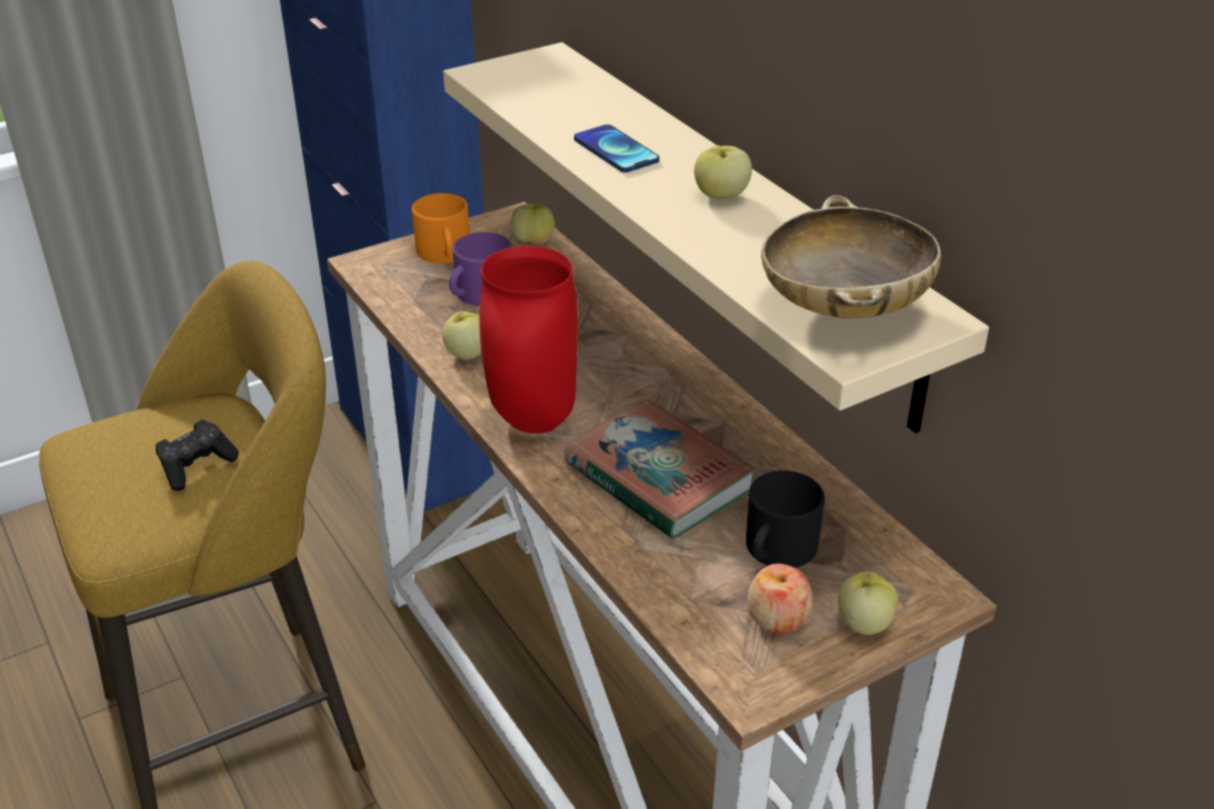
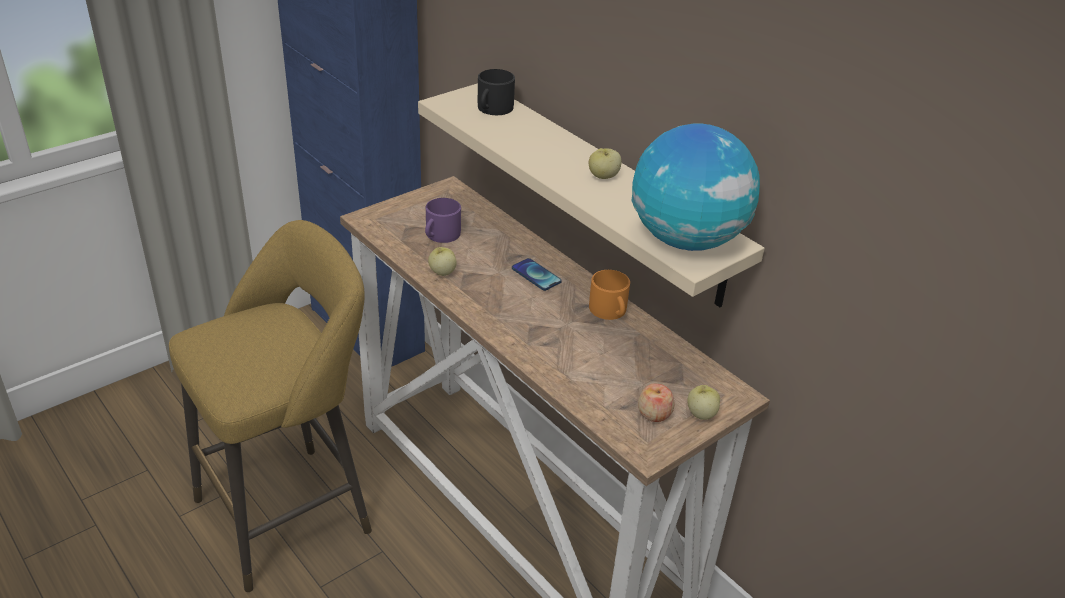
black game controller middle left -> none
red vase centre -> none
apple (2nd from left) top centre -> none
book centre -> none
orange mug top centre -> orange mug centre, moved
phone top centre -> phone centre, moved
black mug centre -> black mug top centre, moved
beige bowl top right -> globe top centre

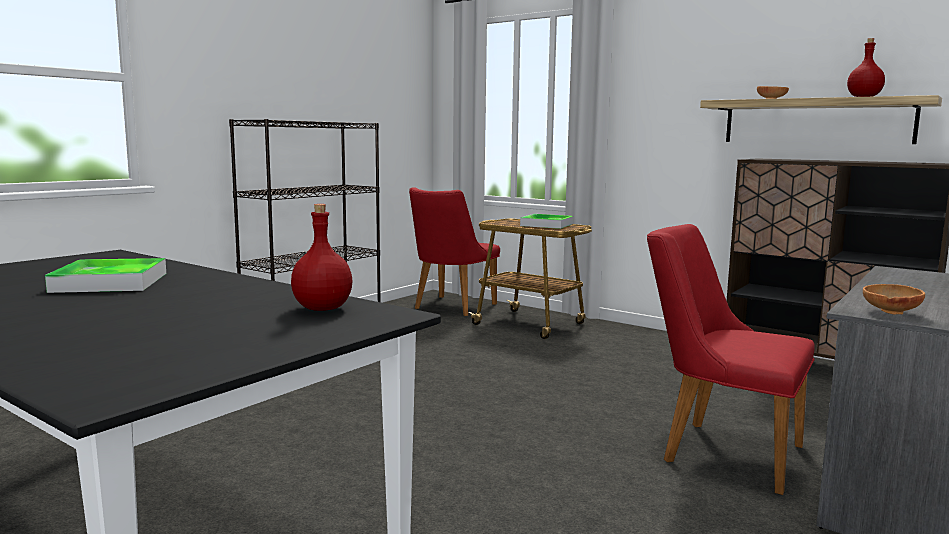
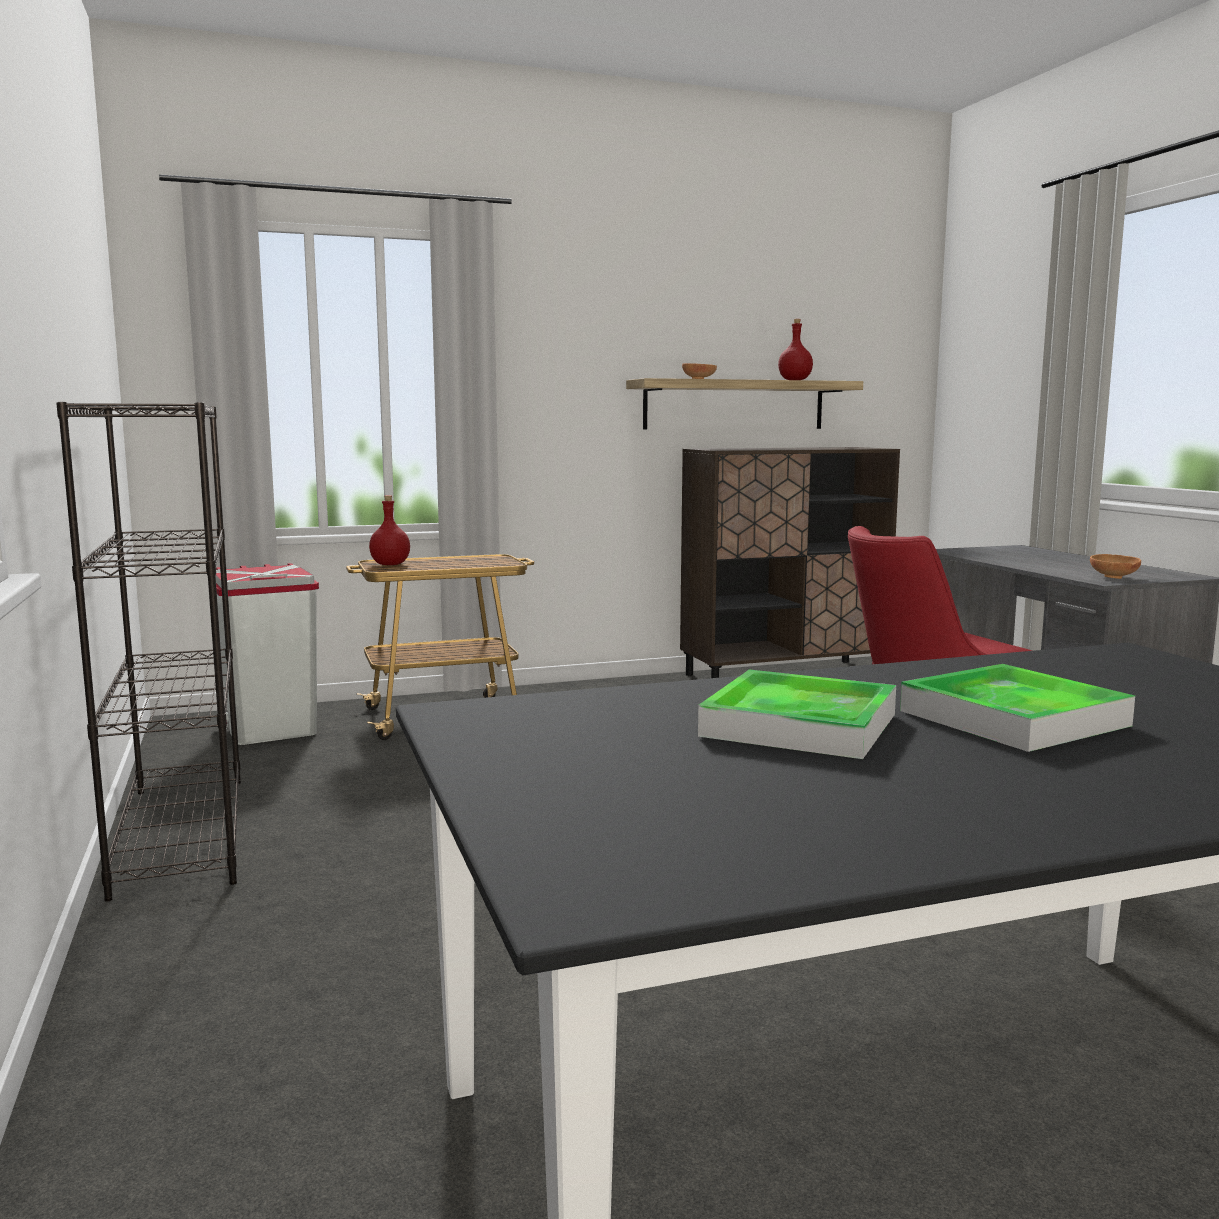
red bottle (1st from left) centre -> red bottle (1st from left) middle left, moved
tray (2nd from left) centre -> tray (2nd from left) middle right, moved
red chair (1st from left) centre -> white trash can middle left

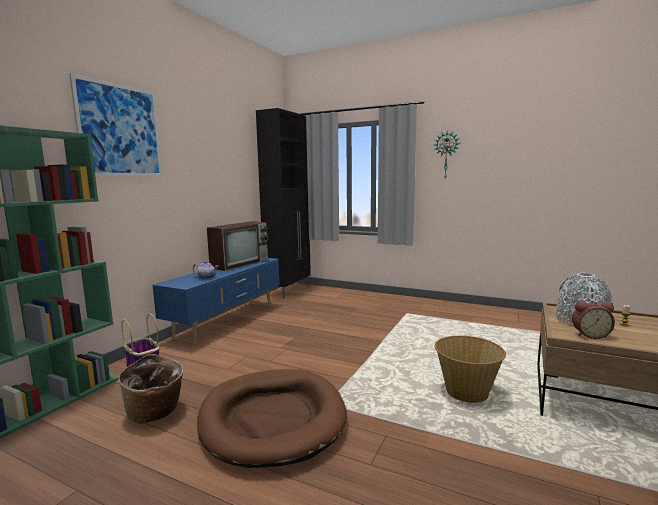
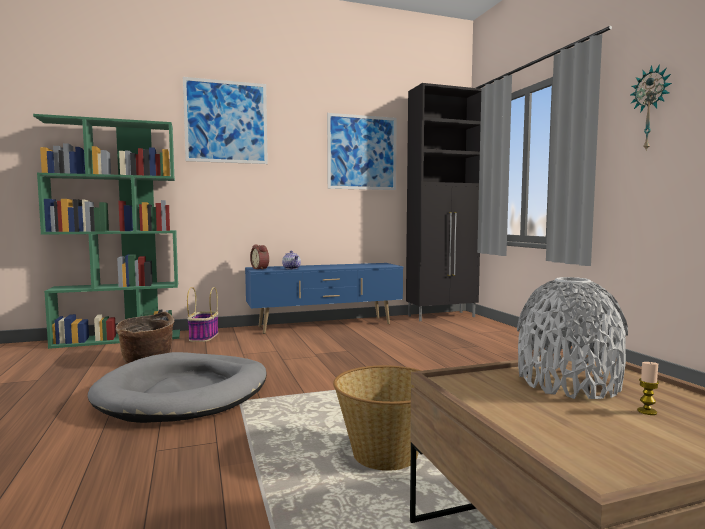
television centre -> none
none -> picture (2nd from left) top centre
alarm clock middle right -> alarm clock centre, moved
brown dog bed bottom centre -> grey dog bed bottom left

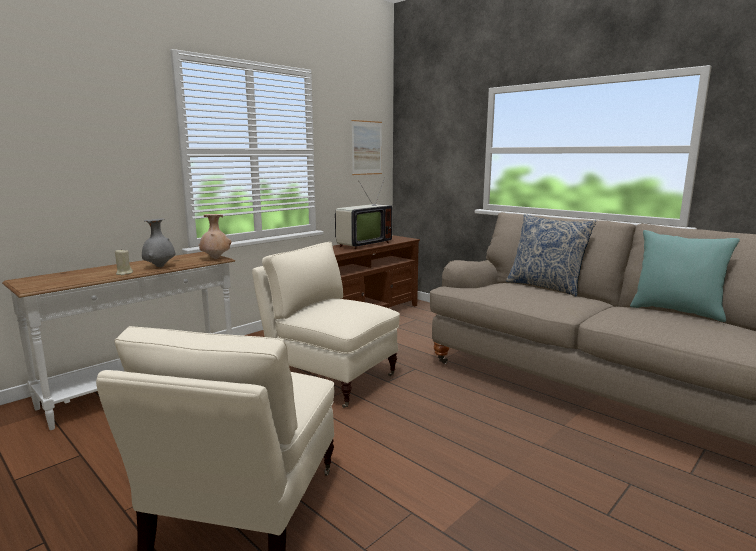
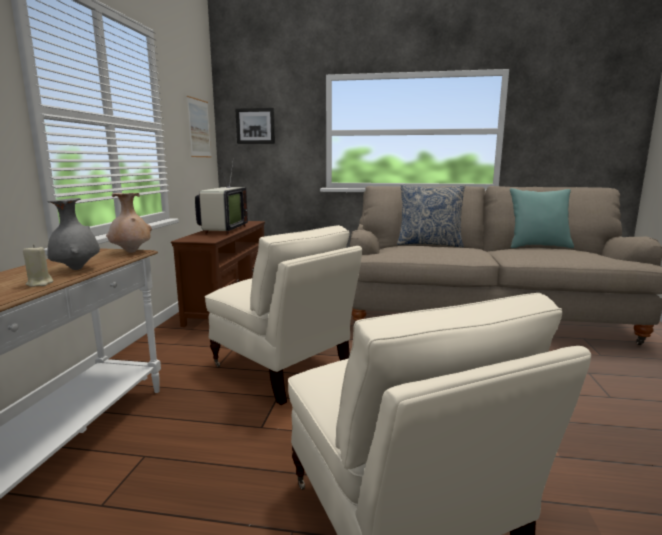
none -> picture (2nd from left) top centre
beige armchair (2nd from left in the first image) centre -> beige armchair (1st from left) centre, 135 degrees counterclockwise

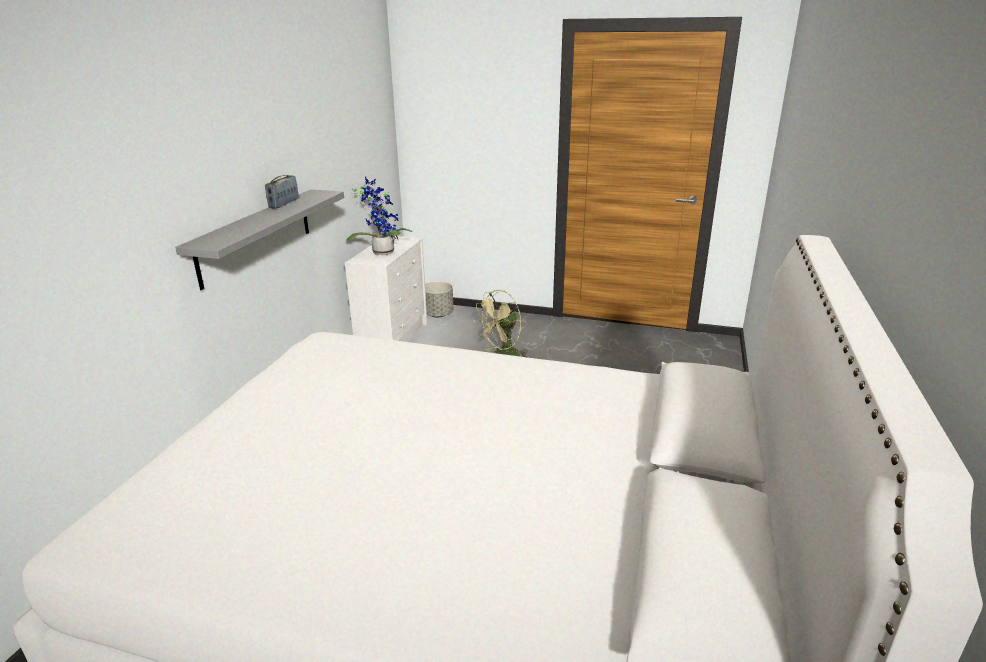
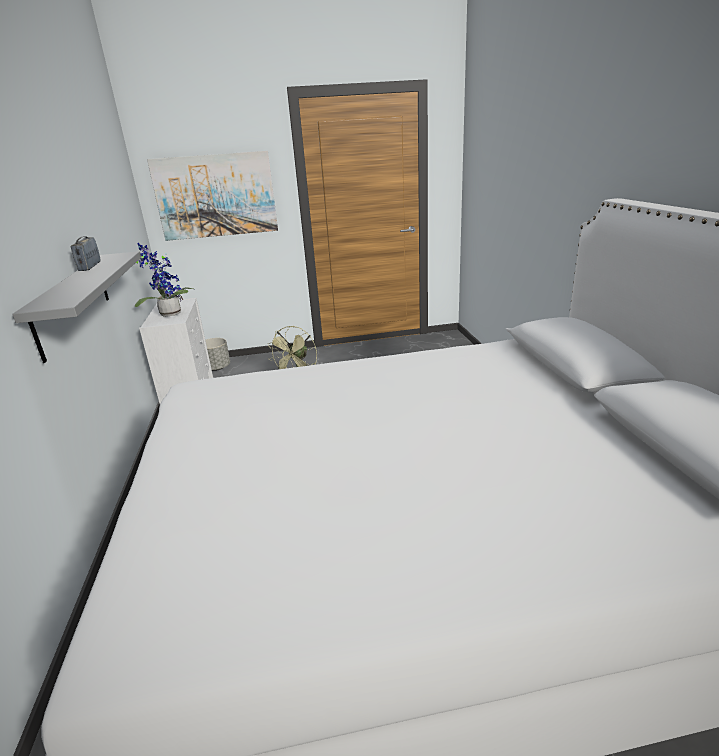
none -> picture top left

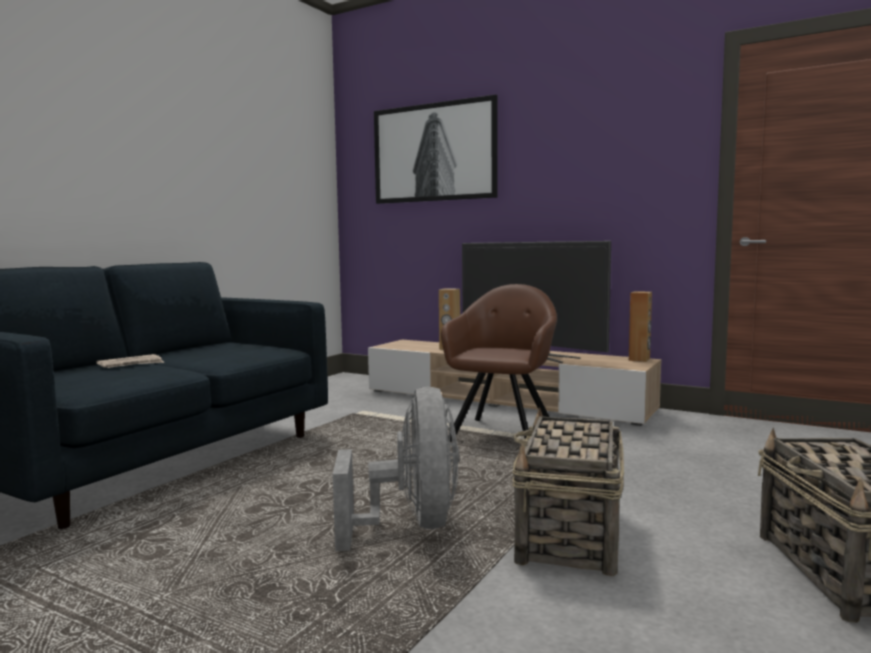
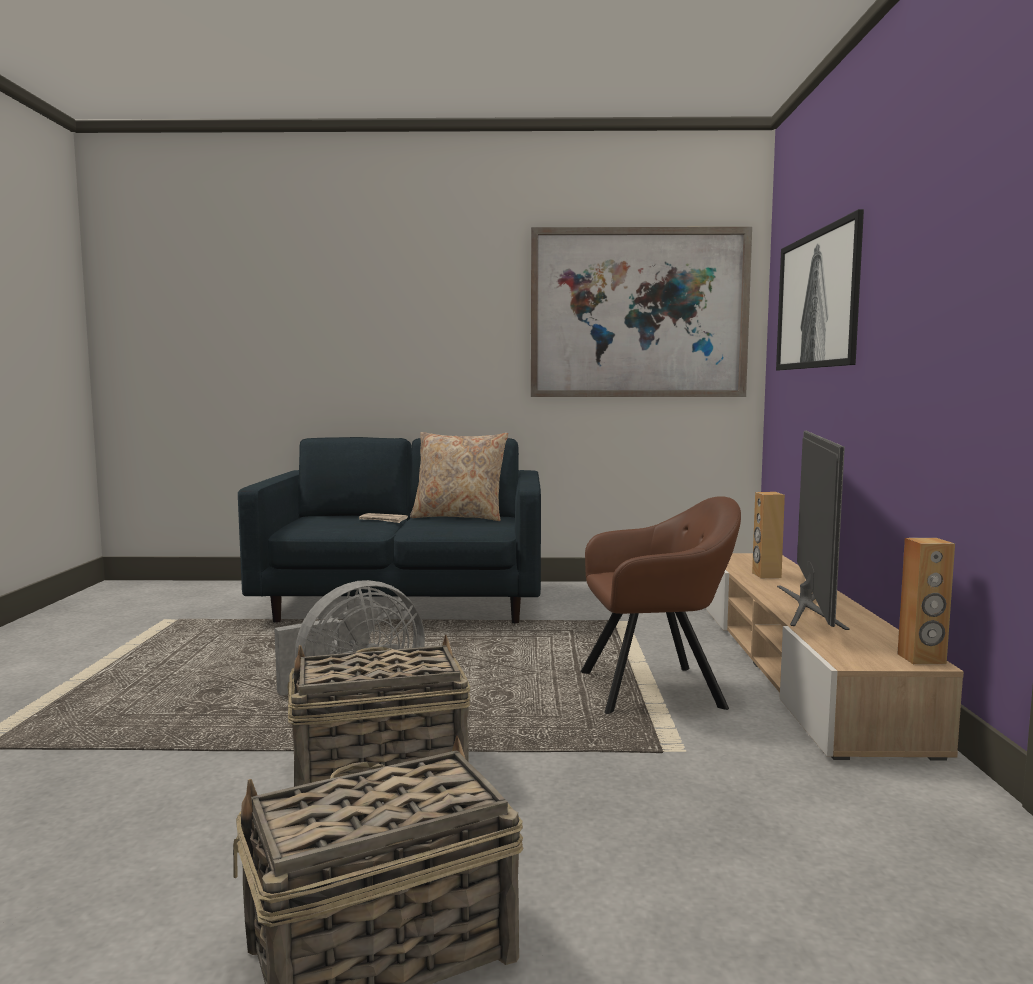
none -> beige pillow centre
none -> picture (1st from left) top centre

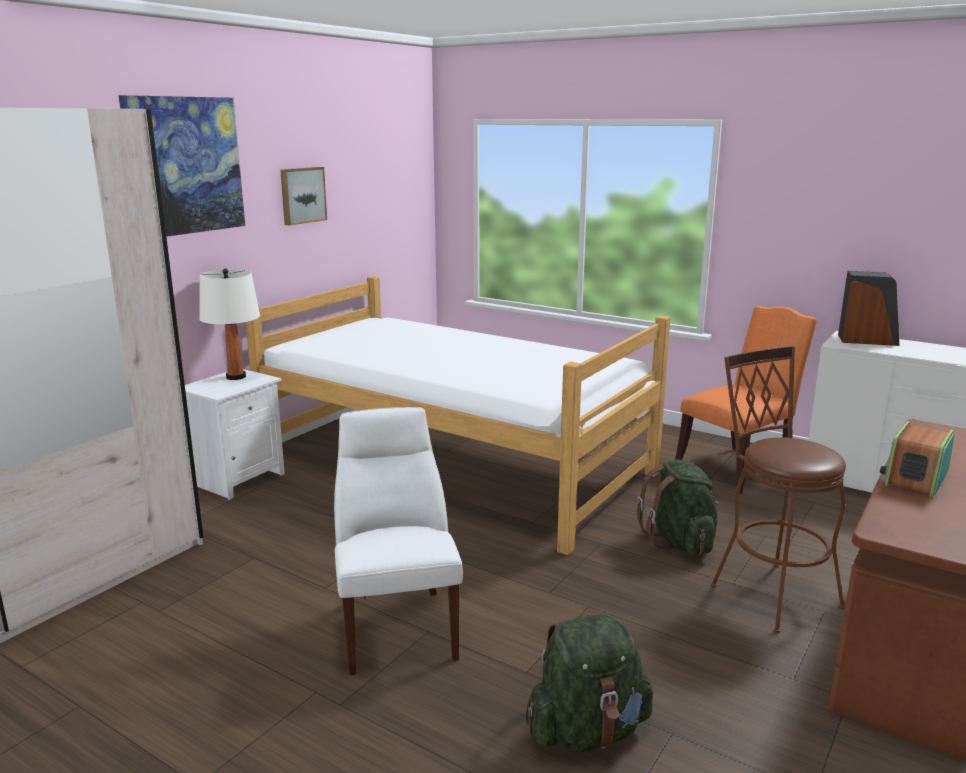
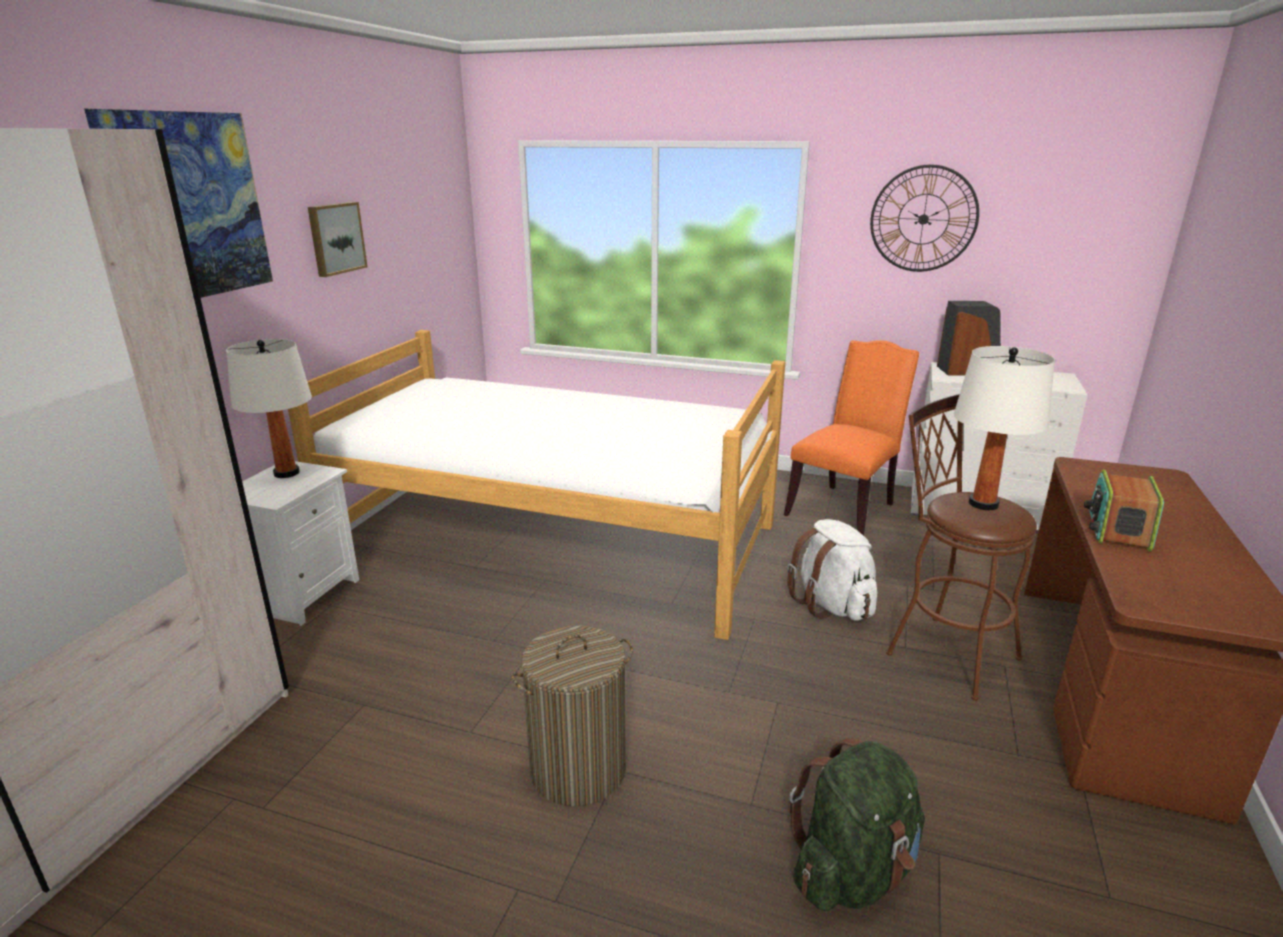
none -> wall clock top right
none -> white table lamp (2nd from left) middle right
white chair bottom centre -> laundry basket bottom centre
green backpack (2nd from left) middle right -> white backpack centre

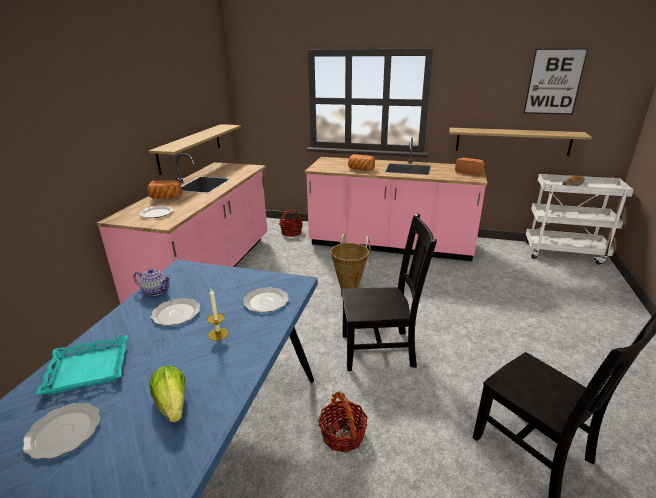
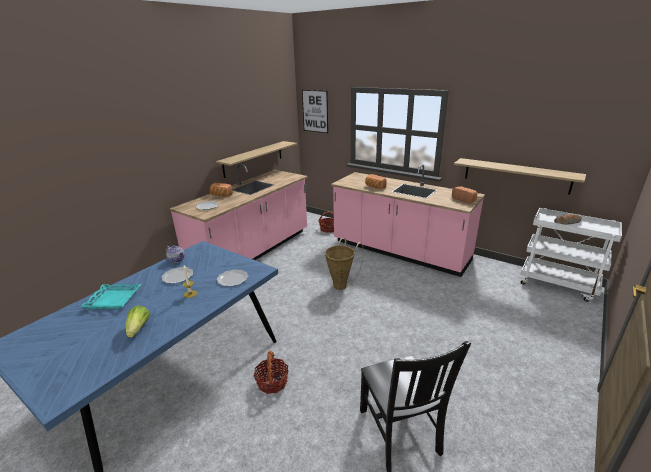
plate (1st from left) bottom left -> none
black chair (1st from left) centre -> none
picture top right -> picture top centre, moved

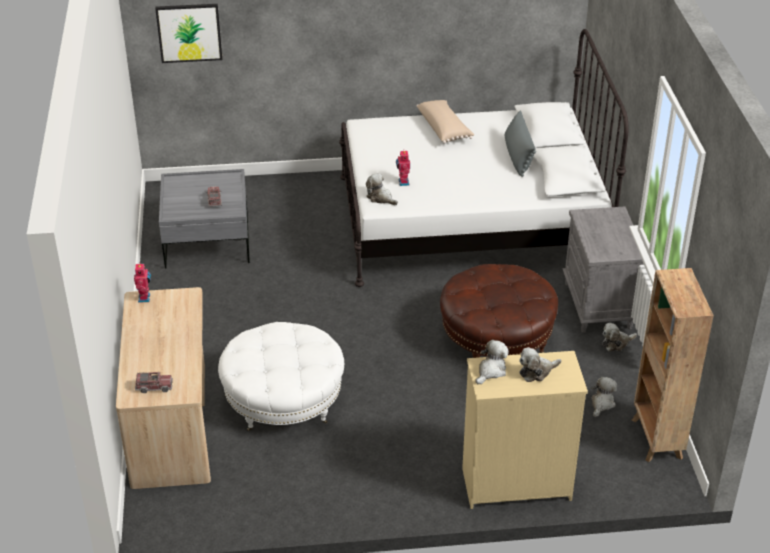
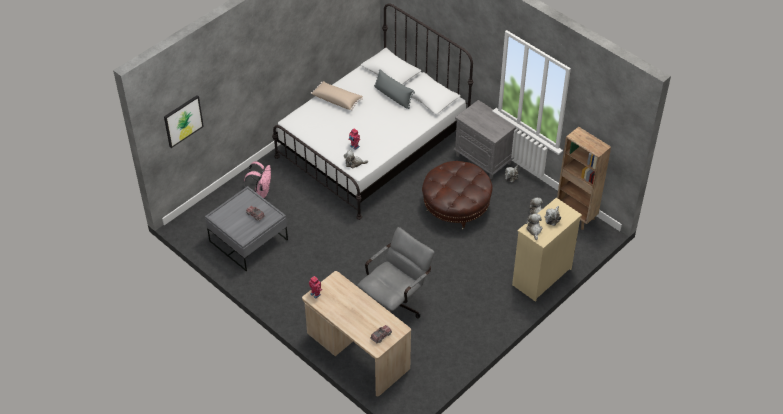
none -> pink backpack middle left
white ottoman bottom centre -> grey office chair centre

